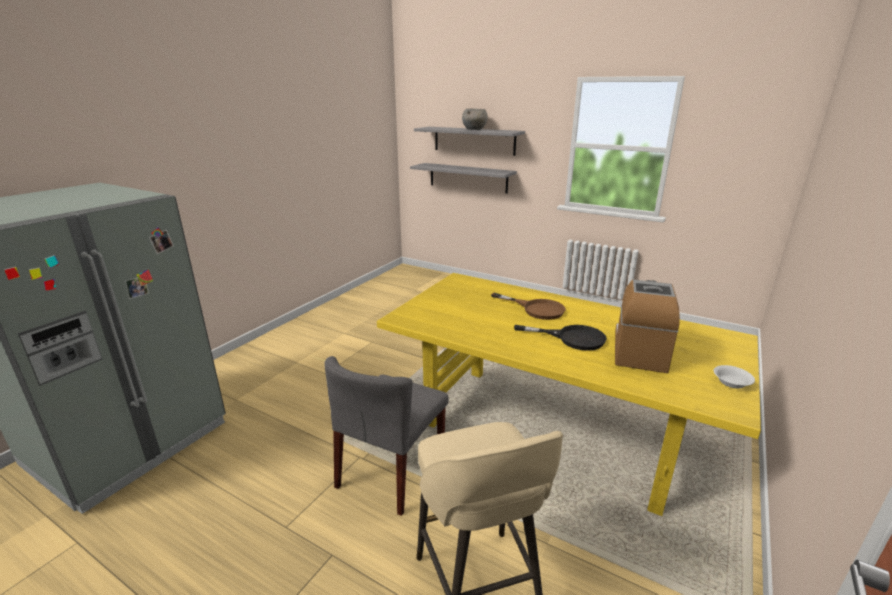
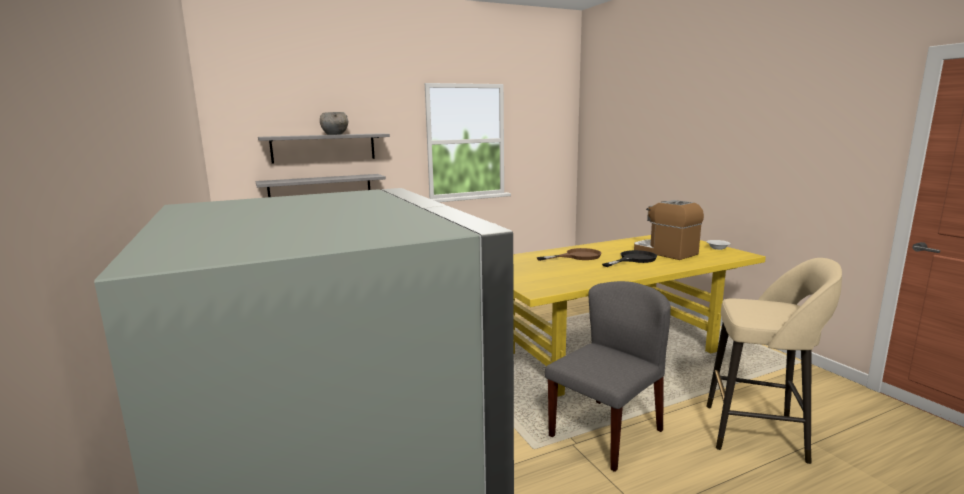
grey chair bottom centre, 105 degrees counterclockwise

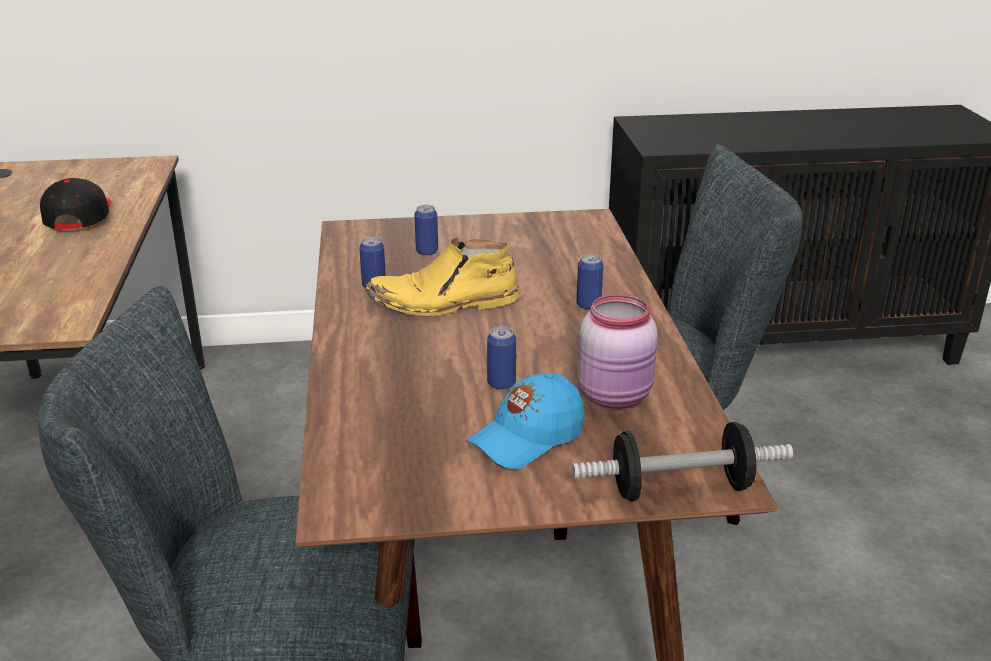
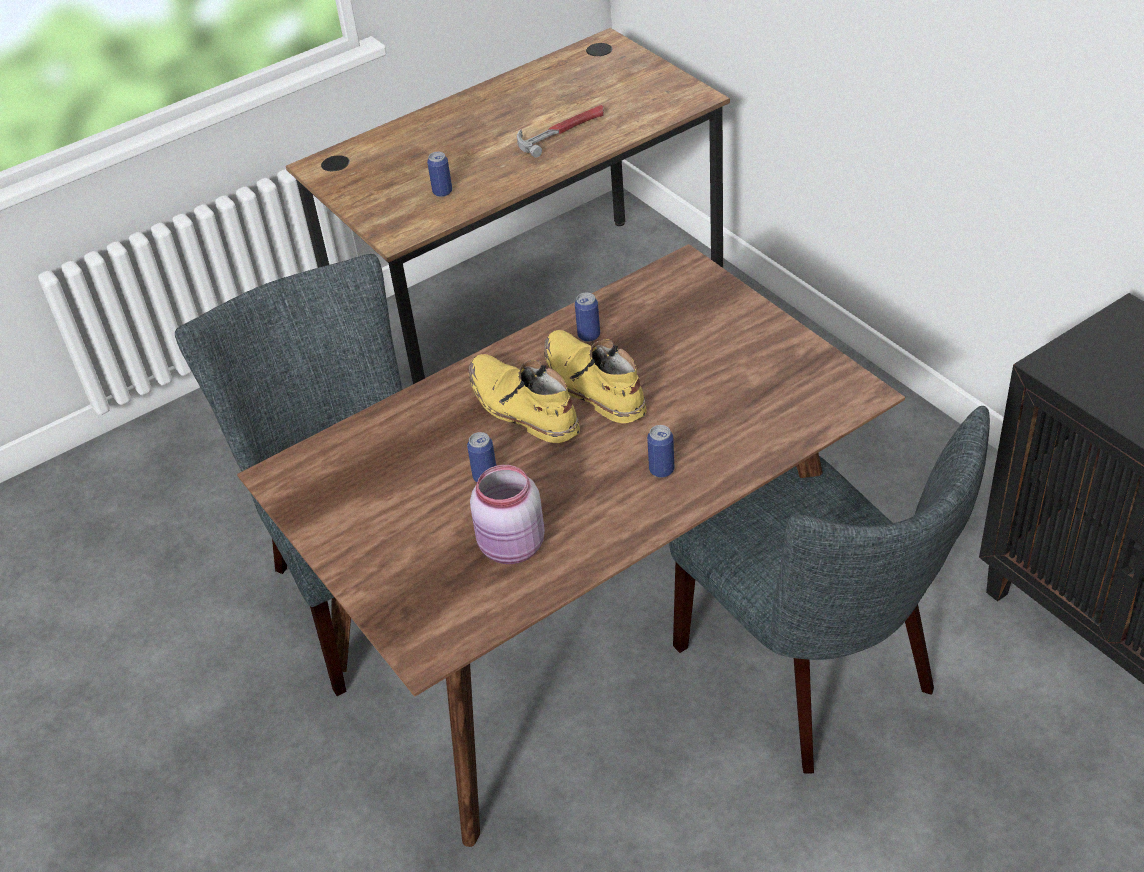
blue cap centre -> none
dumbbell bottom right -> none
none -> yellow boot (1st from left) centre
can (2nd from left in the first image) centre -> can (1st from left) top centre, moved
black cap top left -> hammer top centre

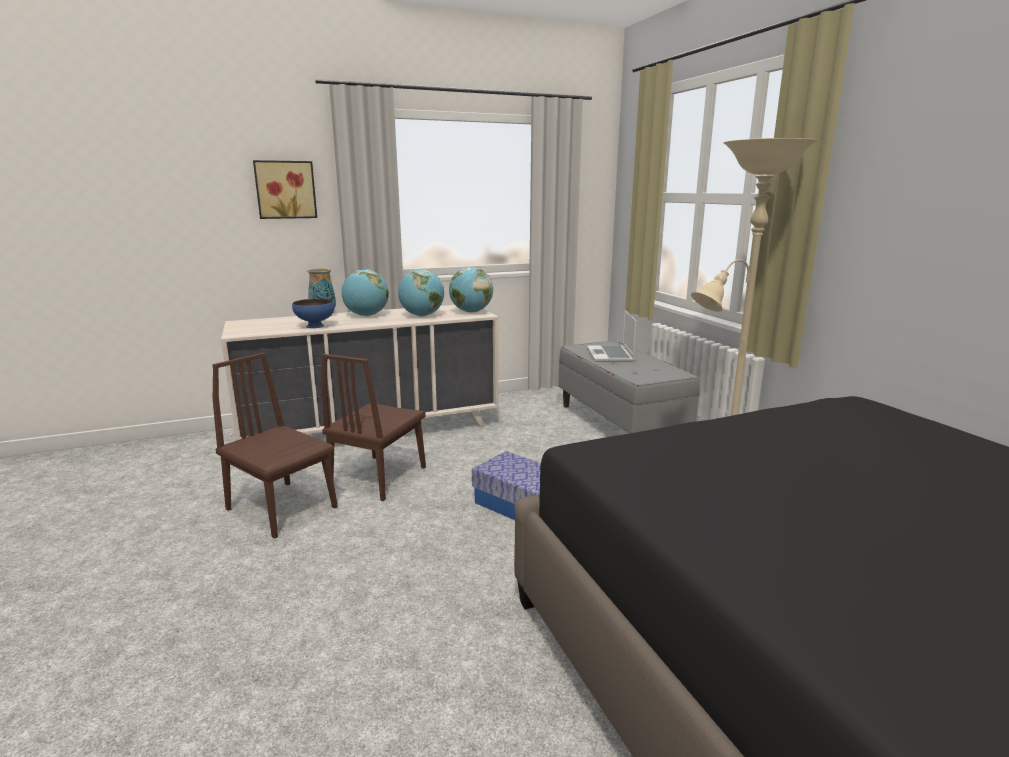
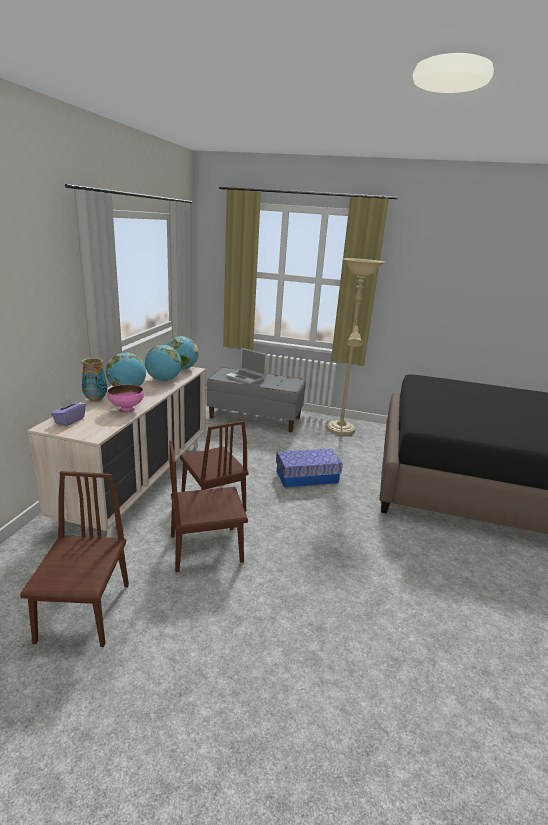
picture top left -> none
none -> brown chair (1st from left) bottom left
none -> purple tissue box middle left
blue bowl middle left -> pink bowl middle left

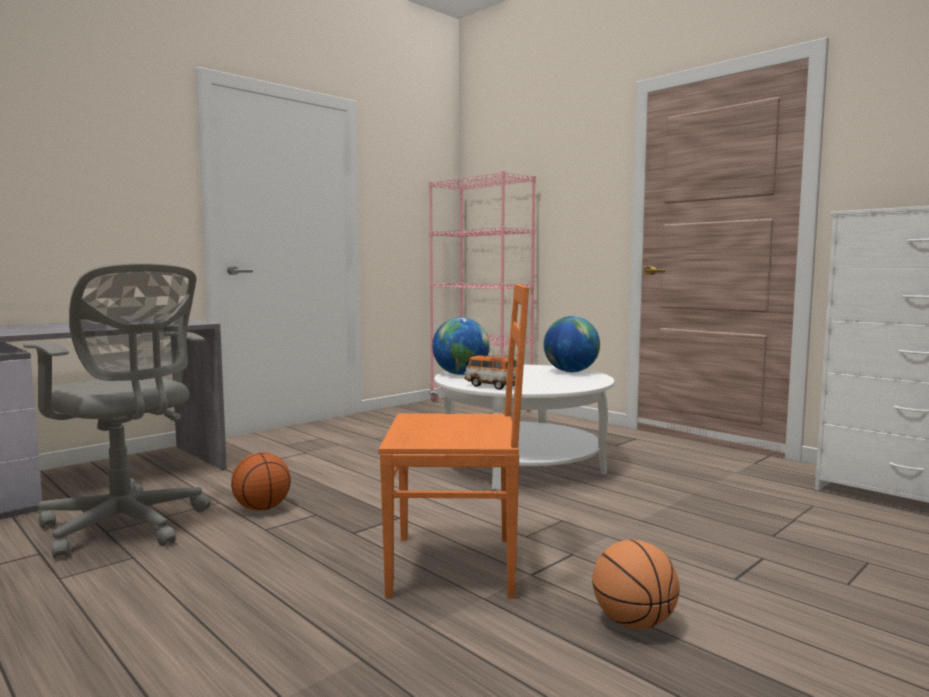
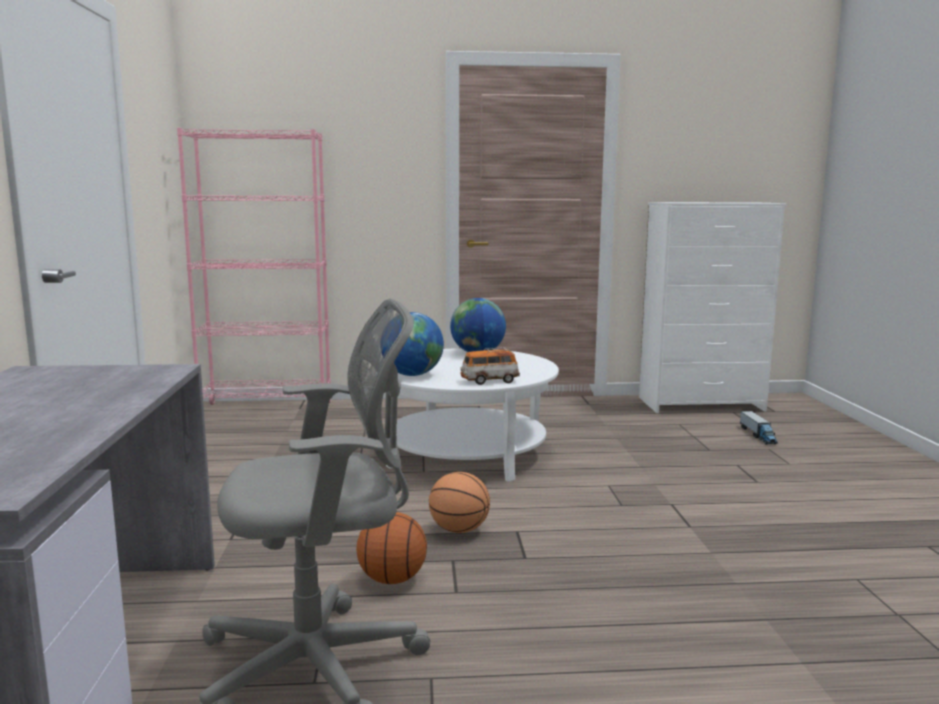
orange chair centre -> none
none -> toy truck middle right
basketball (2nd from left) bottom right -> basketball (2nd from left) bottom centre, moved

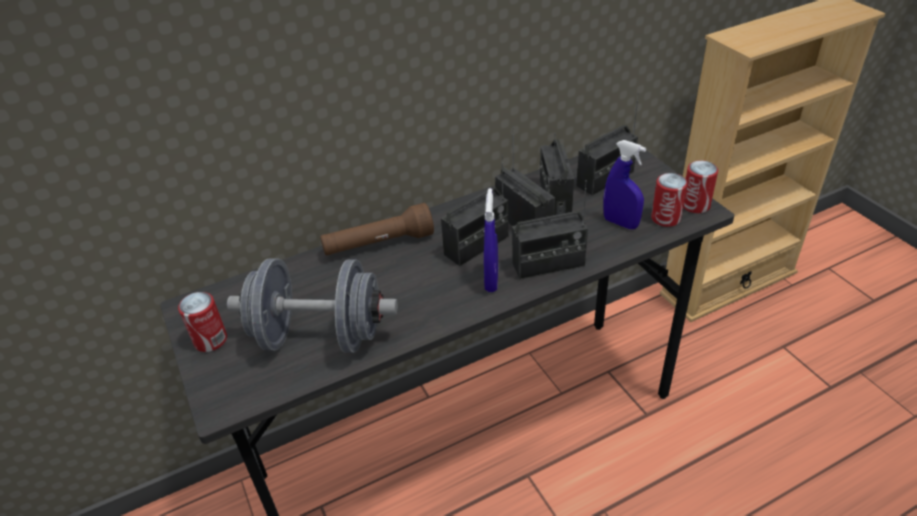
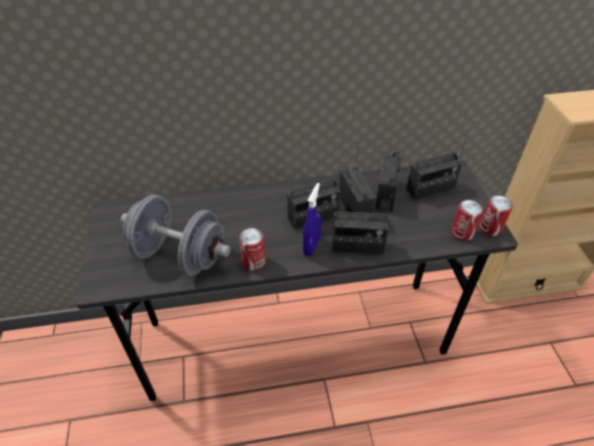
brown flashlight centre -> none
blue spray bottle (2nd from left) middle right -> none
can (1st from left) middle left -> can (1st from left) centre, moved

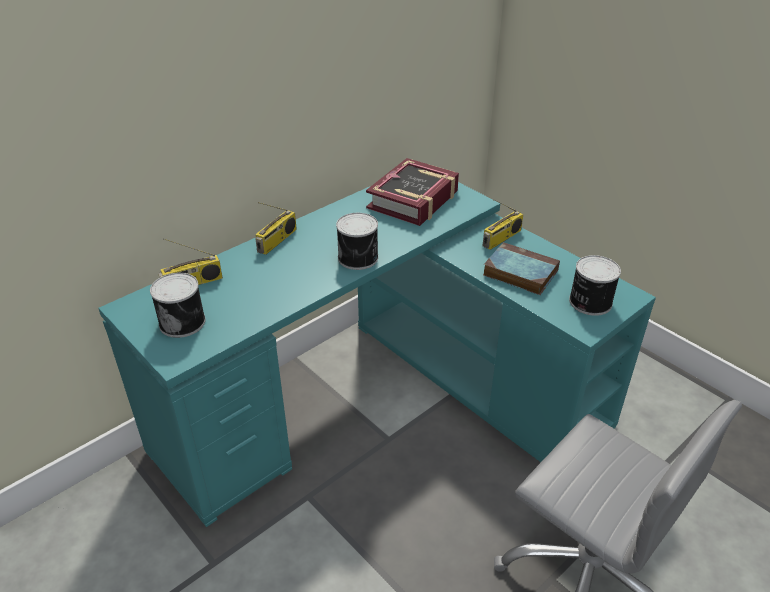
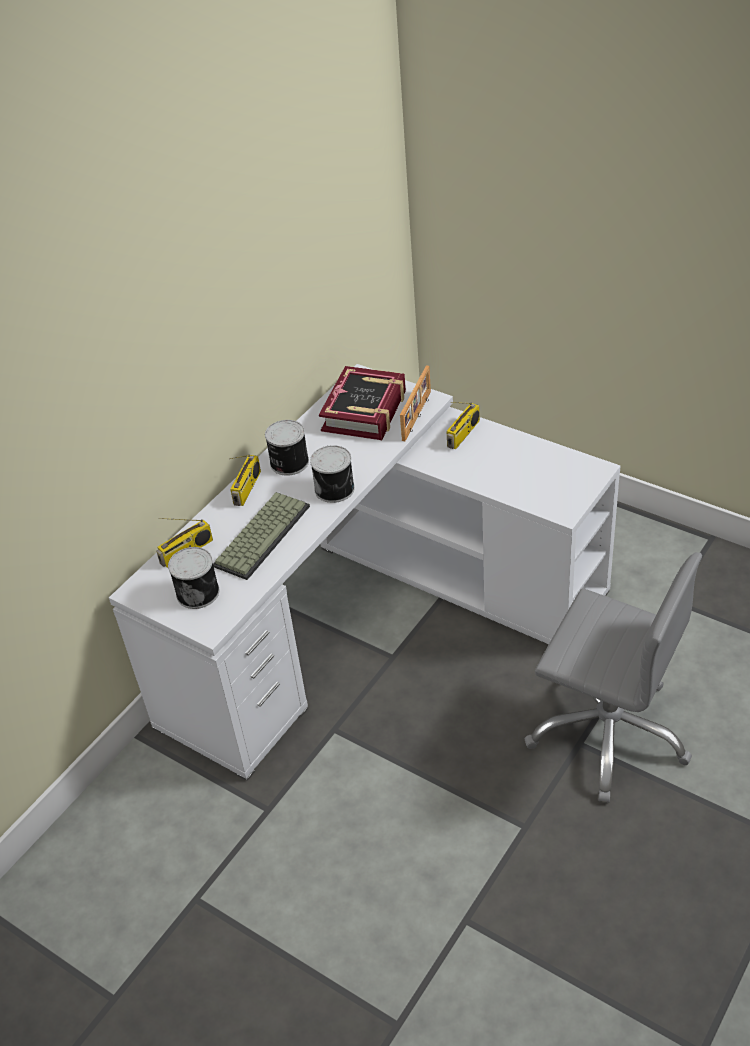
book (2nd from left) middle right -> none
none -> keyboard centre
none -> picture frame centre
can (3rd from left in the first image) middle right -> can (2nd from left) centre, moved
turquoise desk centre -> white desk centre

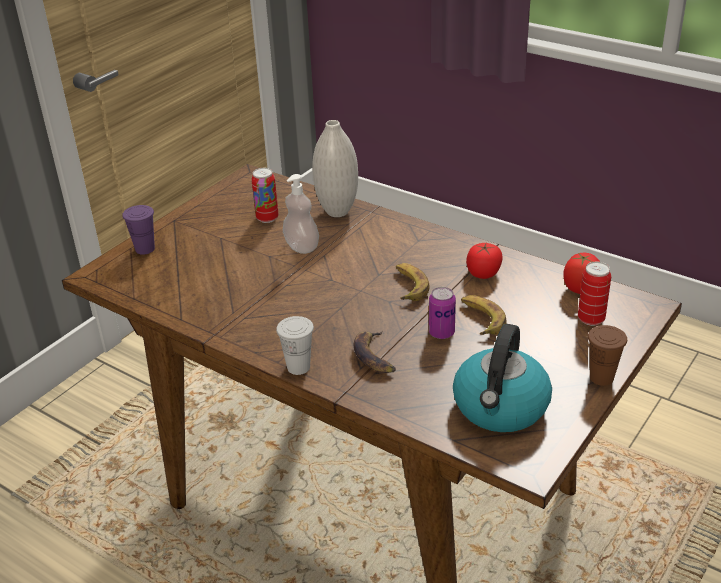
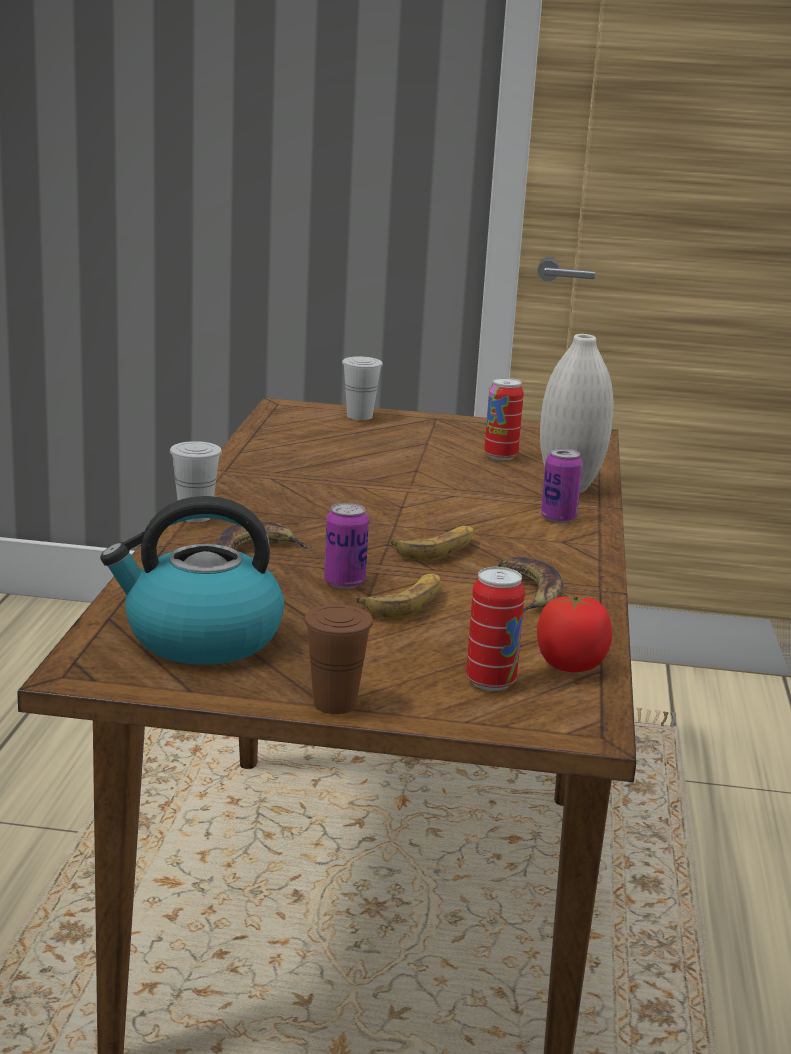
soap dispenser centre -> none
none -> can (4th from left) middle right
tomato (1st from left) middle right -> banana (4th from left) middle right
purple cup middle left -> white cup (2nd from left) centre

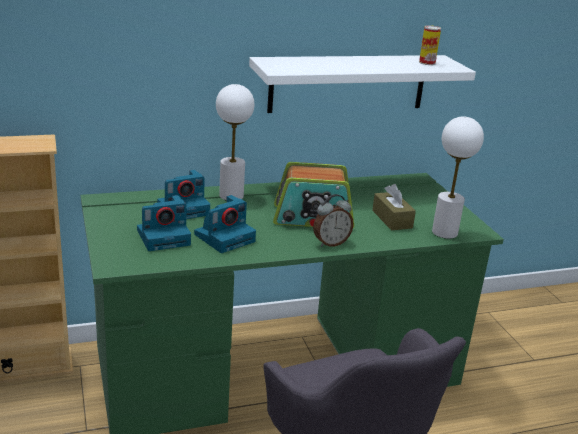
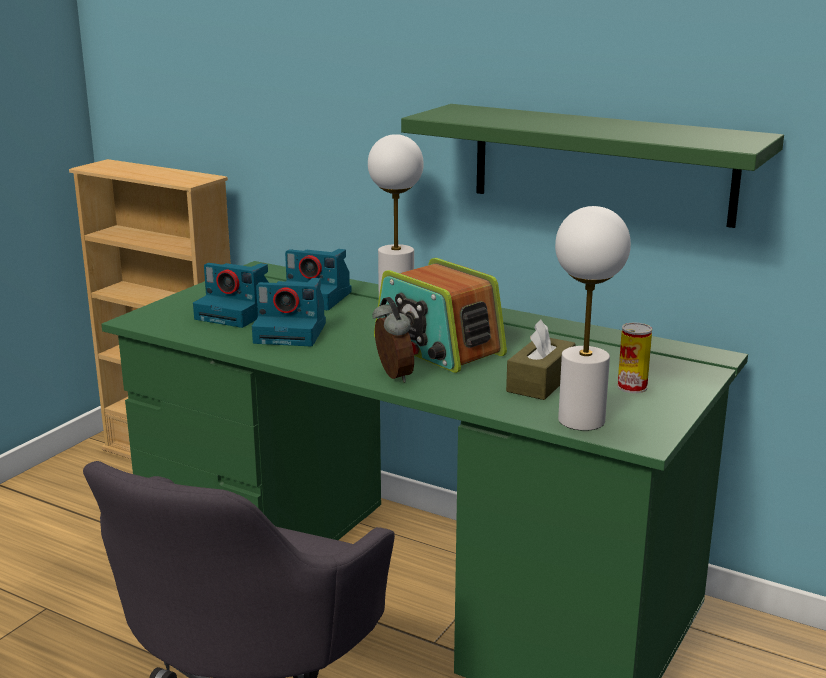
can top right -> can middle right, moved
white shelf top centre -> green shelf top right
alarm clock centre, 135 degrees counterclockwise

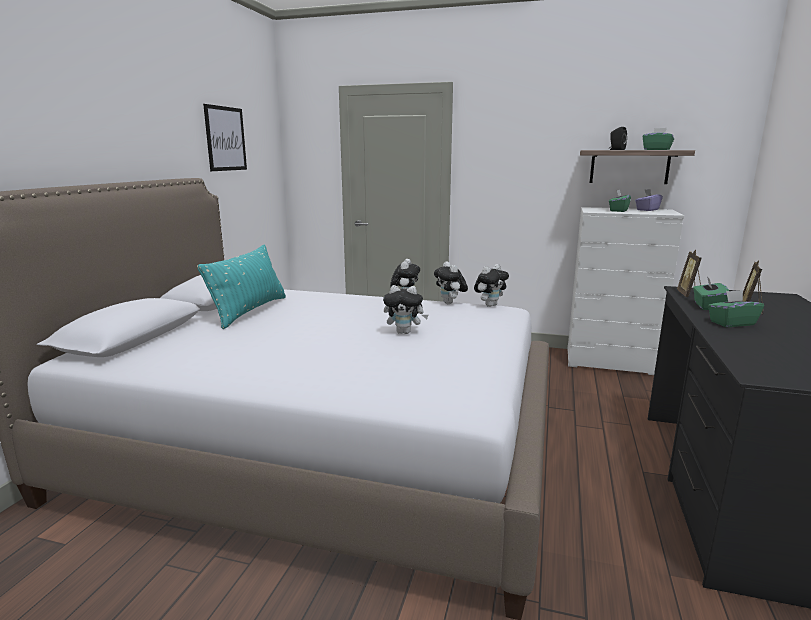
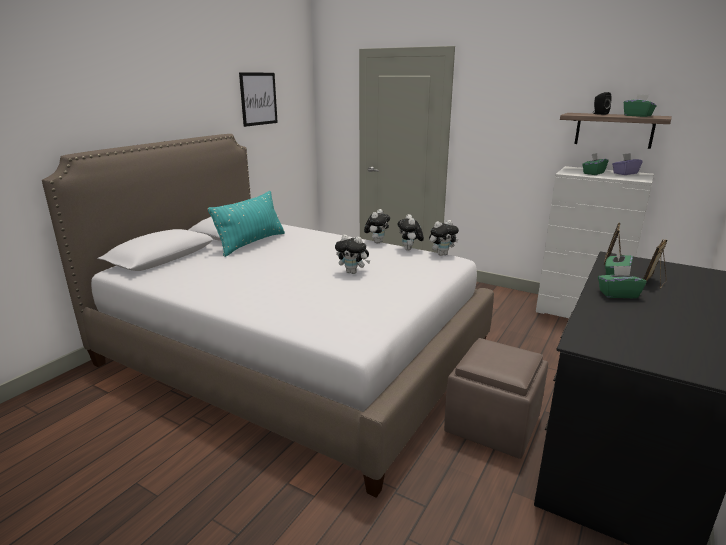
none -> brown ottoman bottom right

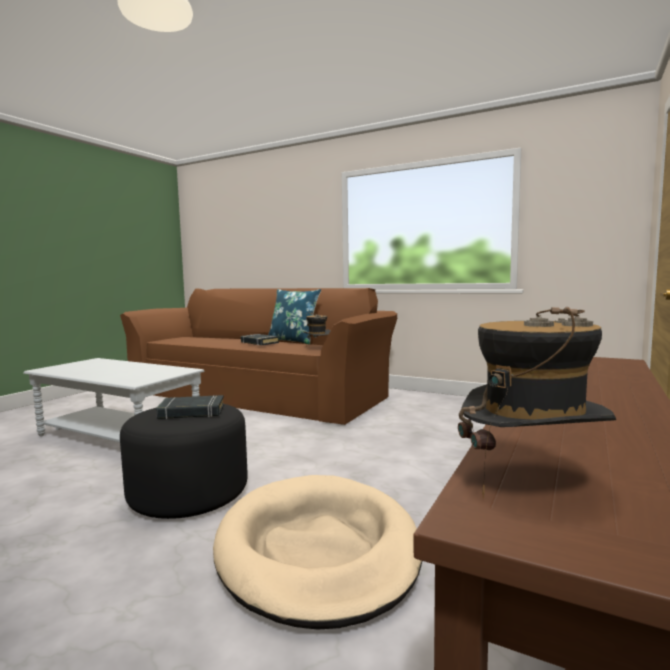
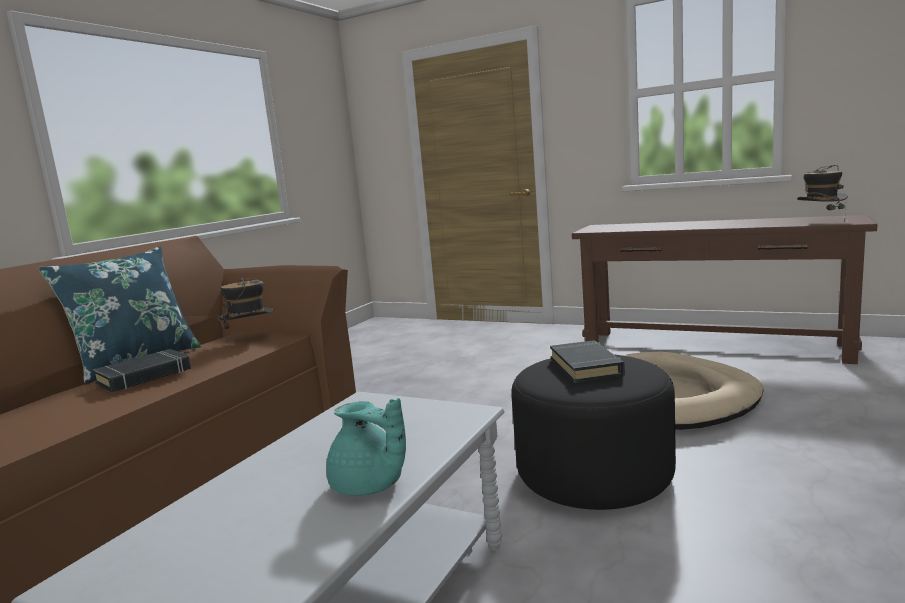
none -> turquoise teapot bottom centre

